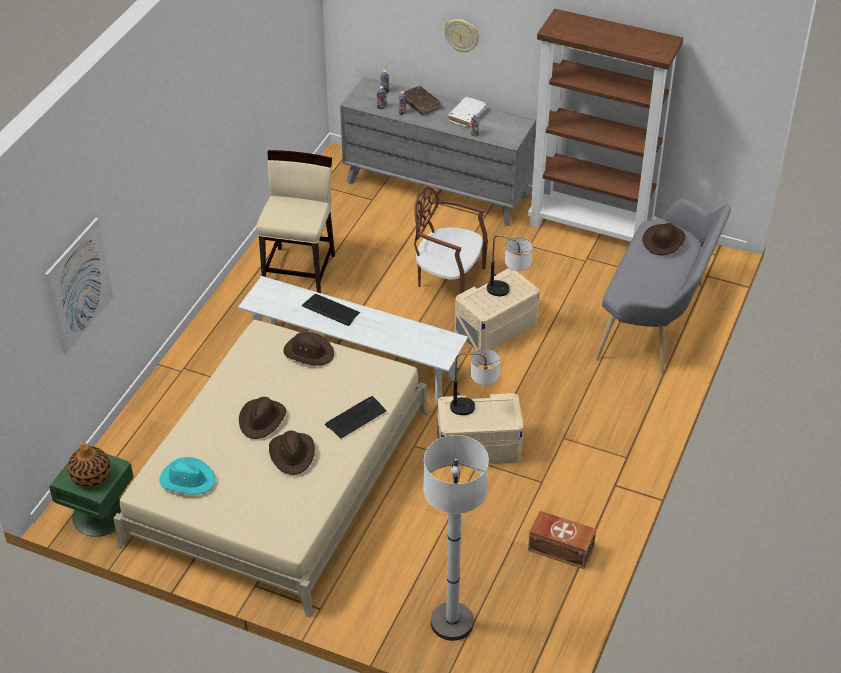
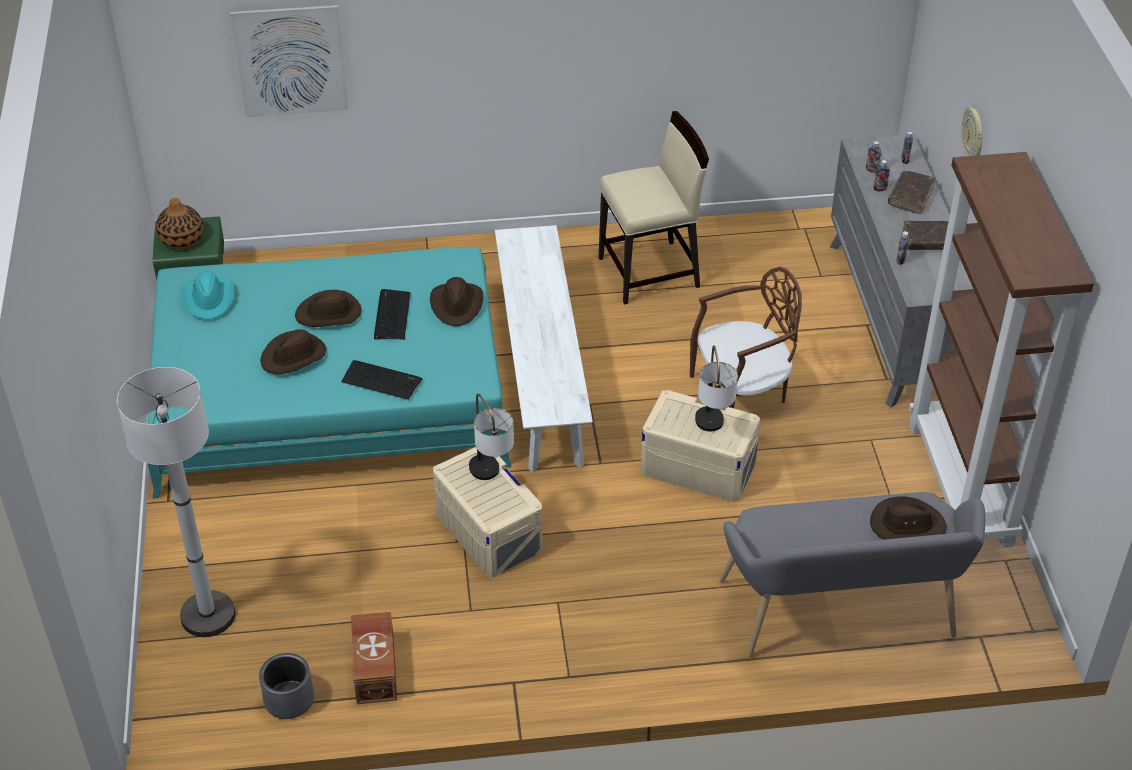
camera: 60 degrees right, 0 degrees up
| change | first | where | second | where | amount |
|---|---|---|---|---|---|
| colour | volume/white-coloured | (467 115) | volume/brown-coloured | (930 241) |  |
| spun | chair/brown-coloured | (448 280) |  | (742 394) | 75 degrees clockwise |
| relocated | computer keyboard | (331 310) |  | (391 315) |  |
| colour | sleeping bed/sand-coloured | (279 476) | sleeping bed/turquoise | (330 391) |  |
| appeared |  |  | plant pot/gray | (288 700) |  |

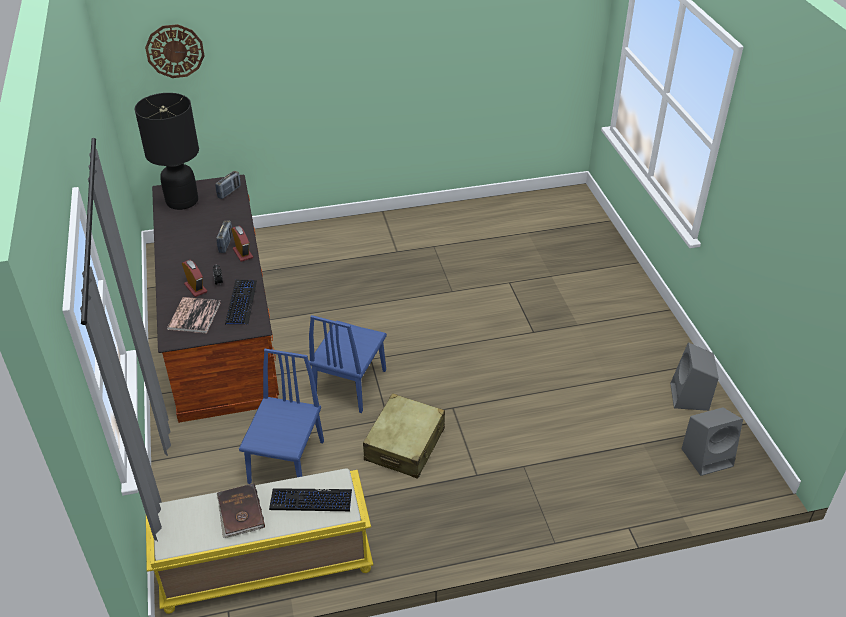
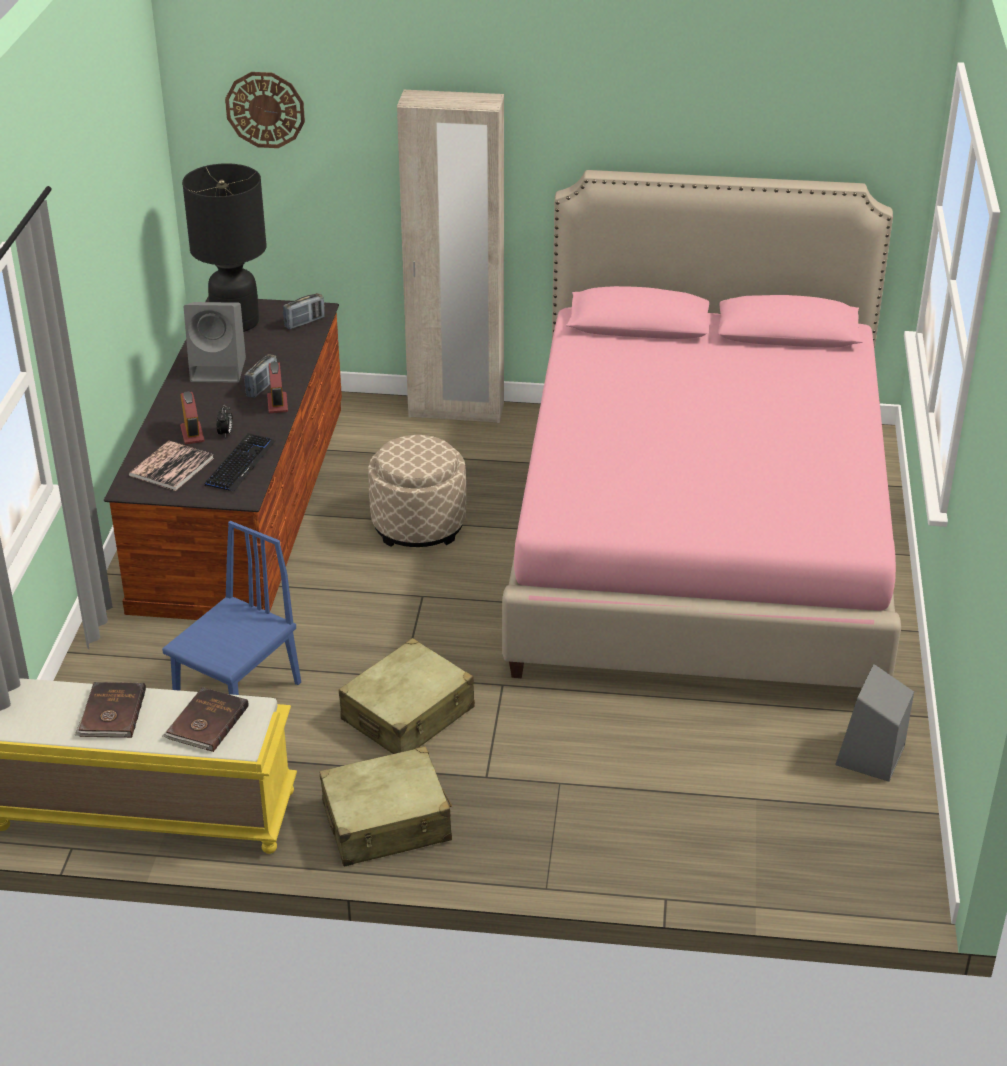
camera: 20 degrees right, 5 degrees down
| change | first | where | second | where | amount |
|---|---|---|---|---|---|
| missing | chair/blue | (350 384) |  |  |  |
| relocated | speaker/gray | (708 457) |  | (220 369) |  |
| exchanged | computer keyboard | (311 500) | volume/brown-coloured | (206 722) |  |
| appeared |  |  | wardrobe/sand-coloured | (456 411) |  |
| appeared |  |  | sleeping bed/pinkish | (699 540) |  |
| appeared |  |  | footrest/sand-coloured | (418 525) |  |
| appeared |  |  | piece of luggage/sand-coloured | (387 822) |  |

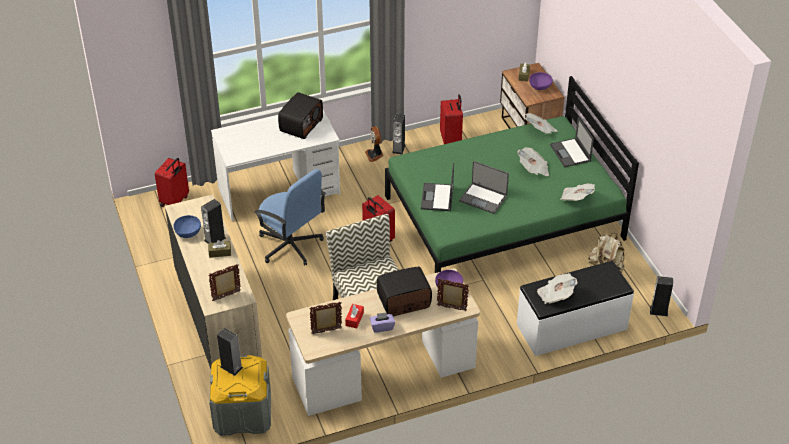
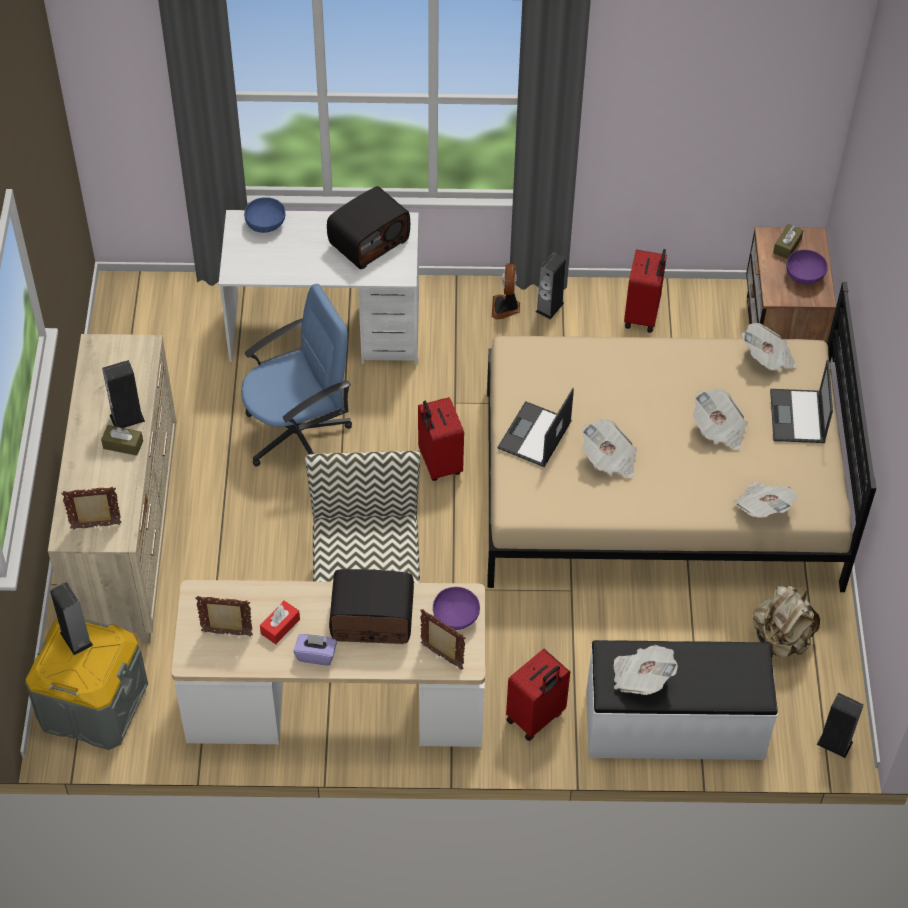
camera: 20 degrees right, 10 degrees up
| change | first | where | second | where | amount |
|---|---|---|---|---|---|
| colour | sleeping bed/greenish | (503 217) | sleeping bed/sand-coloured | (659 487) |  |
| relocated | piece of luggage/red | (175 201) |  | (536 718) |  |
| exchanged | laptop | (483 198) | newspaper | (609 459) |  |
| spun | computer chair/blue | (290 246) |  | (298 434) | 90 degrees counterclockwise |
| relocated | bowl/blue | (188 232) |  | (265 223) |  |

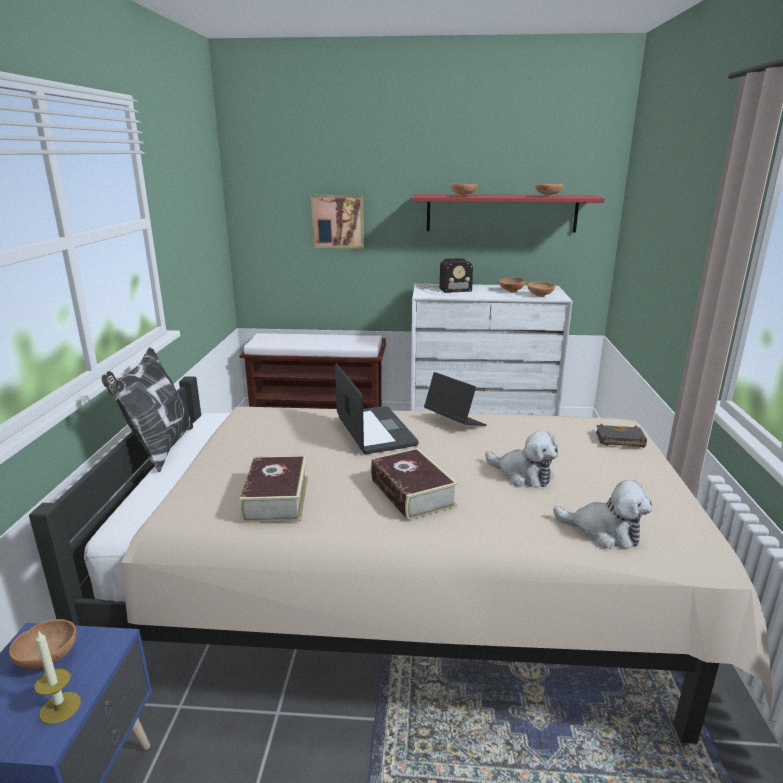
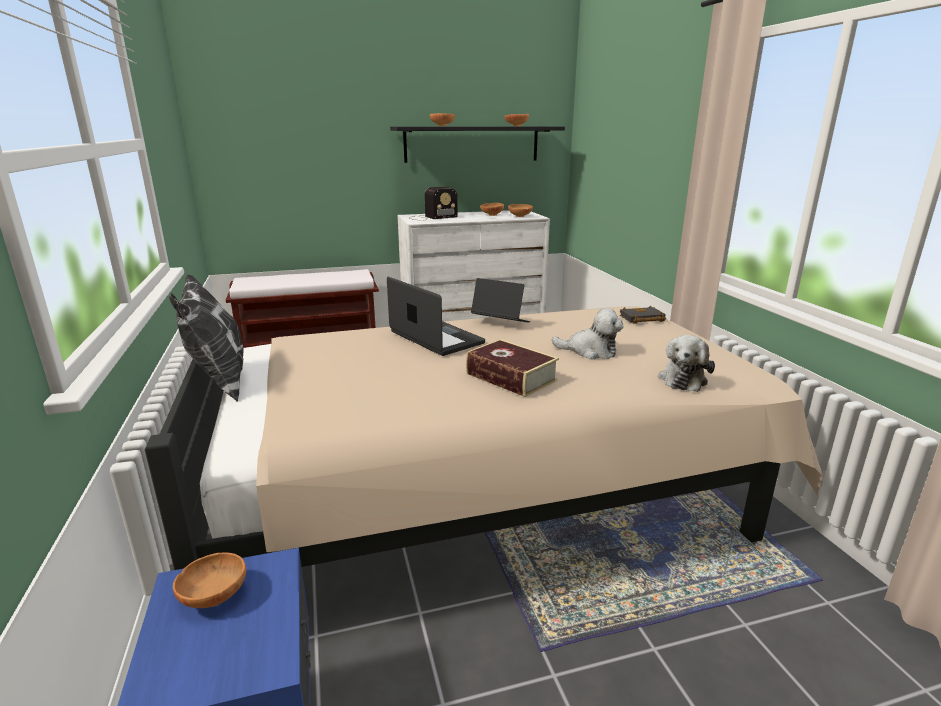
camera: 20 degrees left, 0 degrees up
| change | first | where | second | where | amount |
|---|---|---|---|---|---|
| colour | wall shelf/red | (501 213) | wall shelf/blackish | (472 144) |  |
| missing | wall art | (338 221) |  |  |  |
| missing | volume | (276 498) |  |  |  |
| spun | plush toy | (604 531) |  | (683 379) | 105 degrees clockwise |
| missing | wax candle | (60 708) |  |  |  |

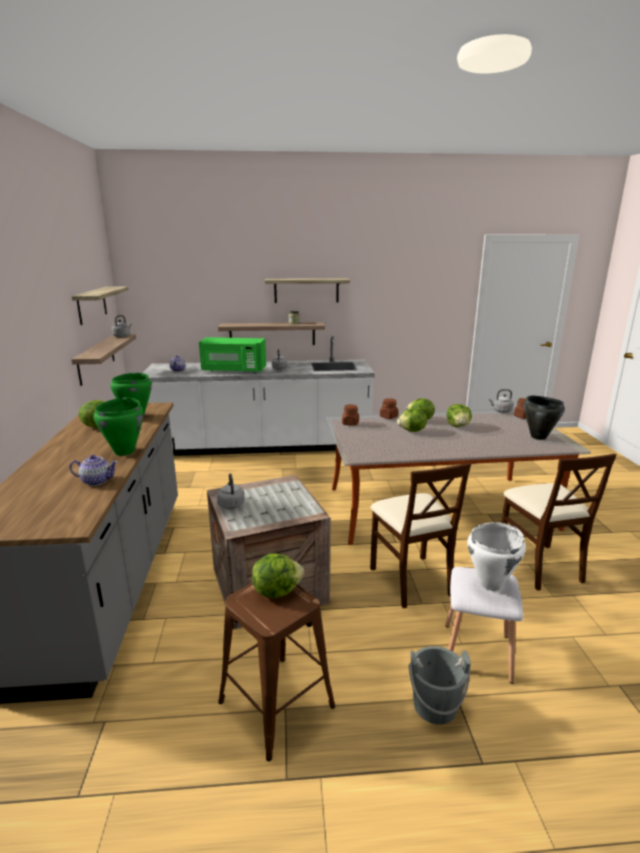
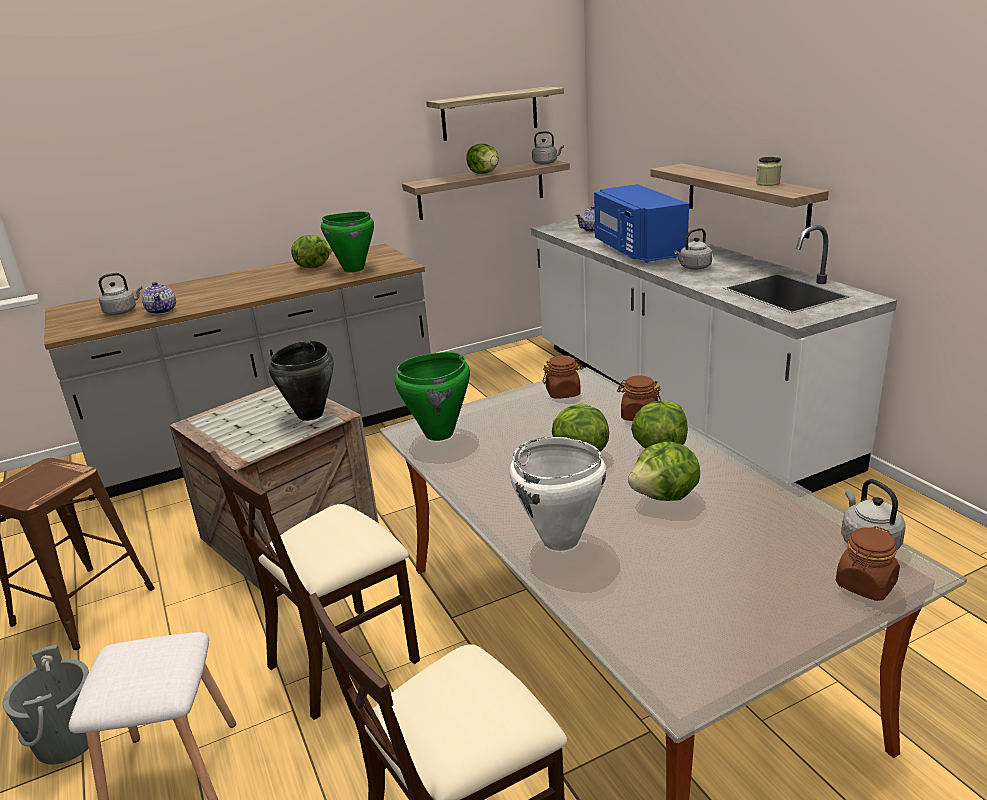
camera: 70 degrees right, 5 degrees up
| change | first | where | second | where | amount |
|---|---|---|---|---|---|
| missing | wall shelf | (306 290) |  |  |  |
| colour | microwave/greenish | (233 370) | microwave/blue | (637 250) |  |
| relocated | stockpot/blackish | (538 437) |  | (311 414) |  |
| relocated | stockpot/greenish | (125 451) |  | (440 434) |  |
| relocated | water kettle/gray | (231 504) |  | (122 311) |  |
| relocated | stockpot/white-coloured | (491 584) |  | (560 540) |  |
| relocated | lettuce head | (276 590) |  | (484 173) |  |

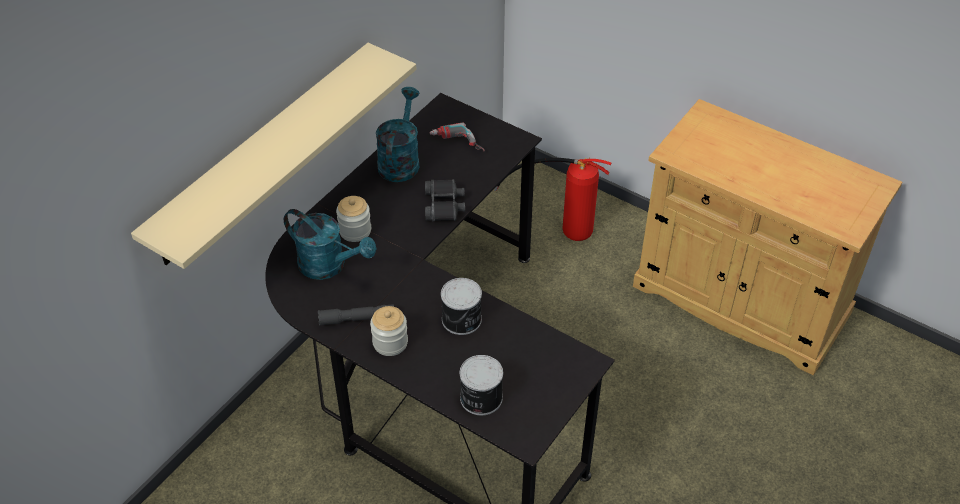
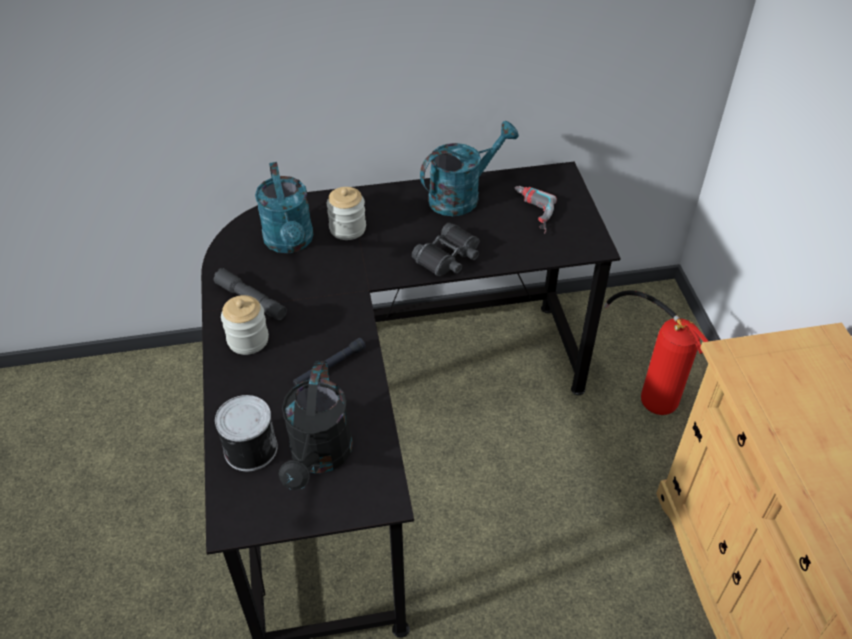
camera: 45 degrees right, 0 degrees up
| change | first | where | second | where | amount |
|---|---|---|---|---|---|
| missing | wall shelf/sand-coloured | (263 153) |  |  |  |
| exchanged | metal can | (462 320) | hand torch/blackish | (329 367) |  |
| appeared |  |  | sprinkling can/blackish | (319 457) |  |

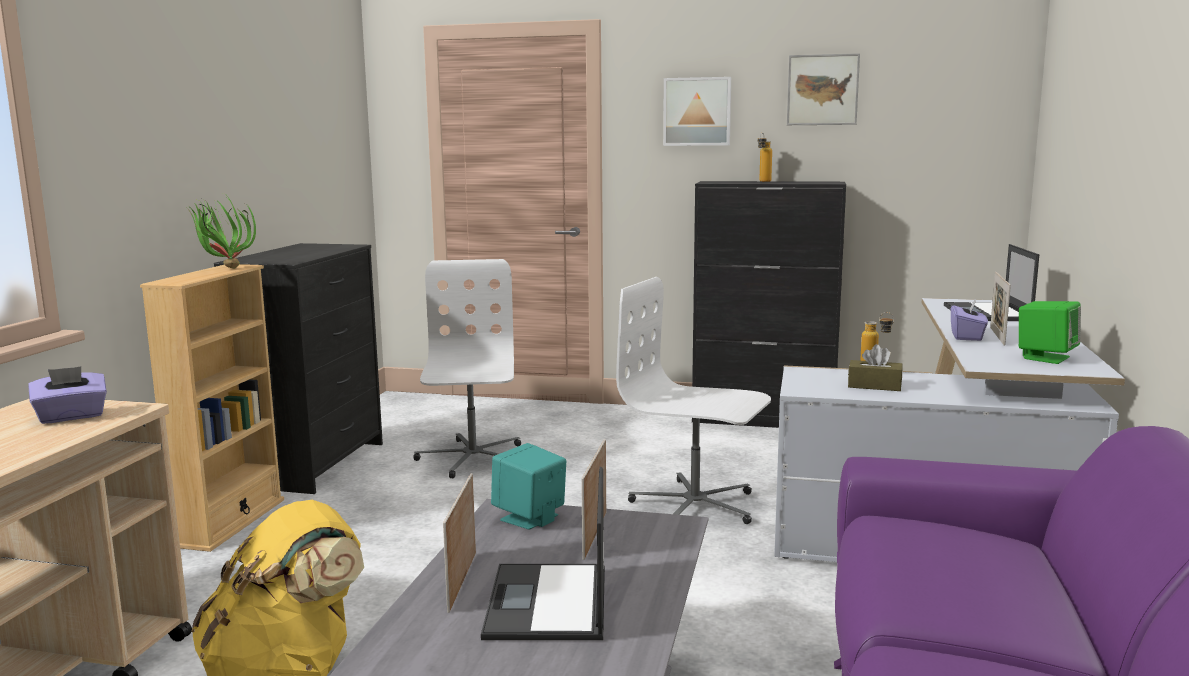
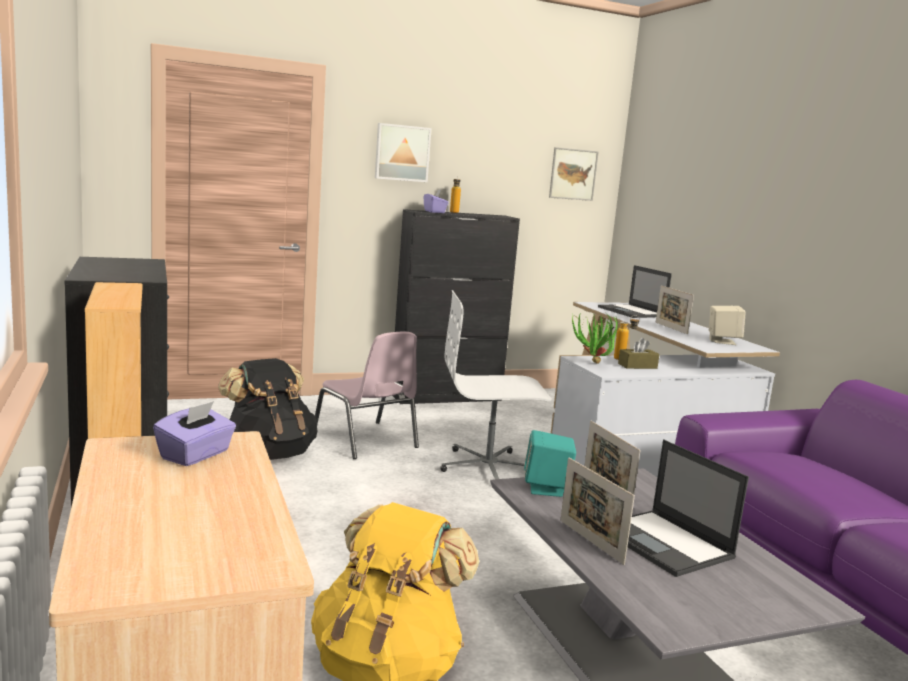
camera: 35 degrees left, 0 degrees up
| change | first | where | second | where | amount |
|---|---|---|---|---|---|
| relocated | wall art | (822 90) |  | (573 174) |  |
| relocated | plant in a pot | (223 269) |  | (593 364) |  |
| exchanged | computer chair/white-coloured | (472 458) | knapsack/blackish | (268 454) |  |
| relocated | tissue box/purple-coloured | (967 336) |  | (435 212) |  |
| colour | speaker/greenish | (1045 357) | speaker/sand-coloured | (722 341) |  |
| appeared |  |  | chair/pinkish | (366 441) |  |

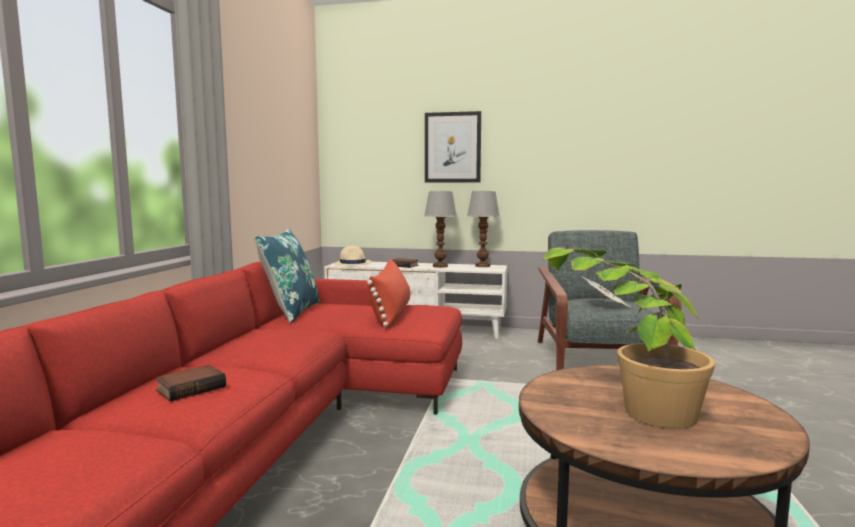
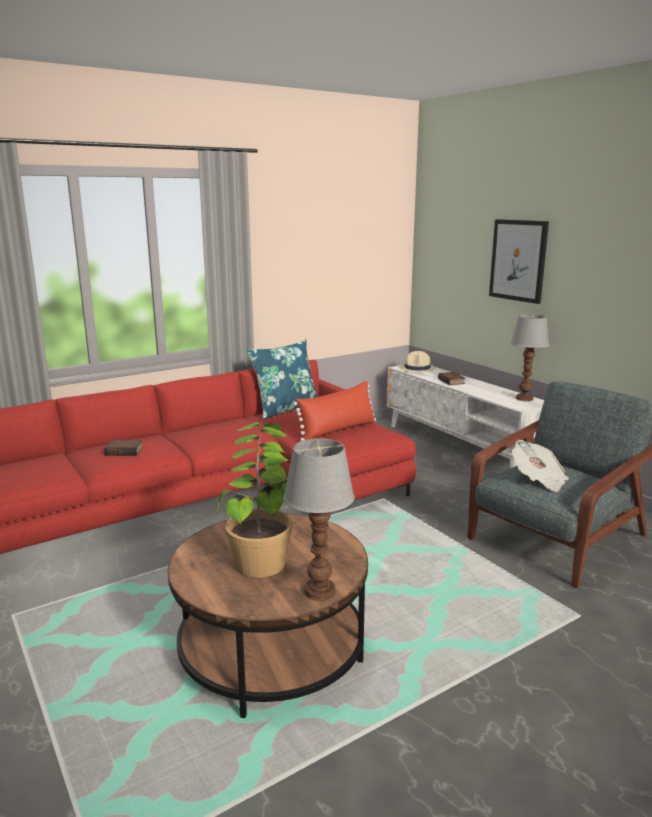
camera: 45 degrees right, 10 degrees up
| change | first | where | second | where | amount |
|---|---|---|---|---|---|
| relocated | tabletop lamp | (440 266) |  | (319 591) |  |

